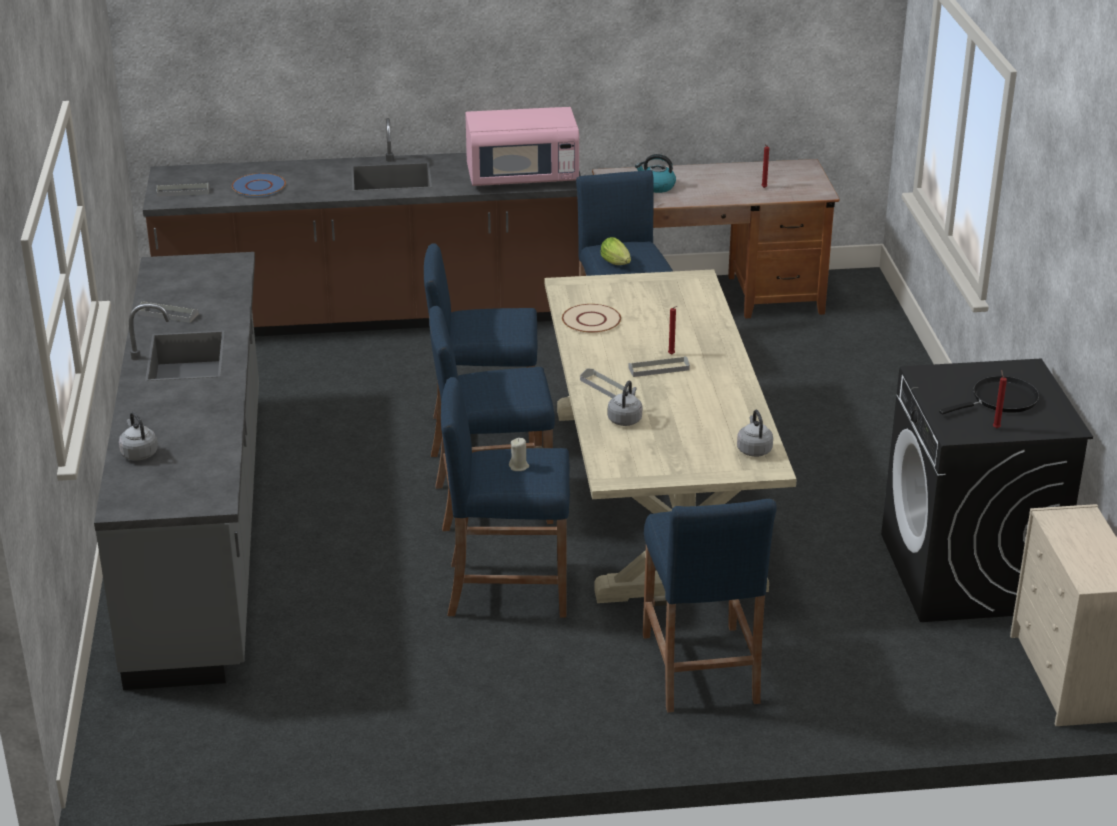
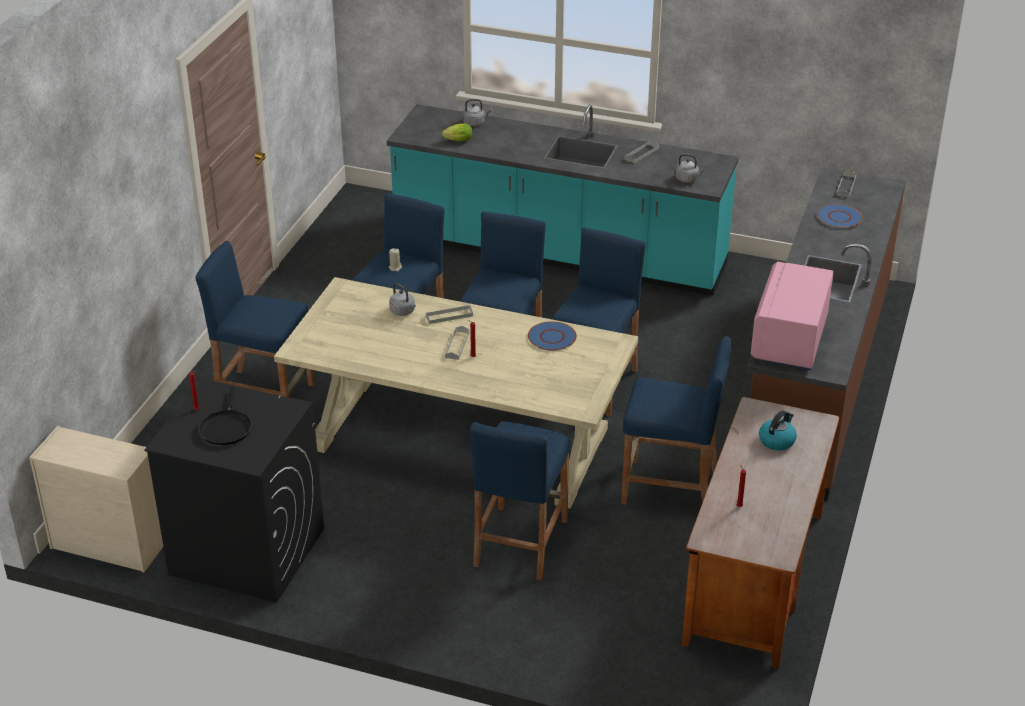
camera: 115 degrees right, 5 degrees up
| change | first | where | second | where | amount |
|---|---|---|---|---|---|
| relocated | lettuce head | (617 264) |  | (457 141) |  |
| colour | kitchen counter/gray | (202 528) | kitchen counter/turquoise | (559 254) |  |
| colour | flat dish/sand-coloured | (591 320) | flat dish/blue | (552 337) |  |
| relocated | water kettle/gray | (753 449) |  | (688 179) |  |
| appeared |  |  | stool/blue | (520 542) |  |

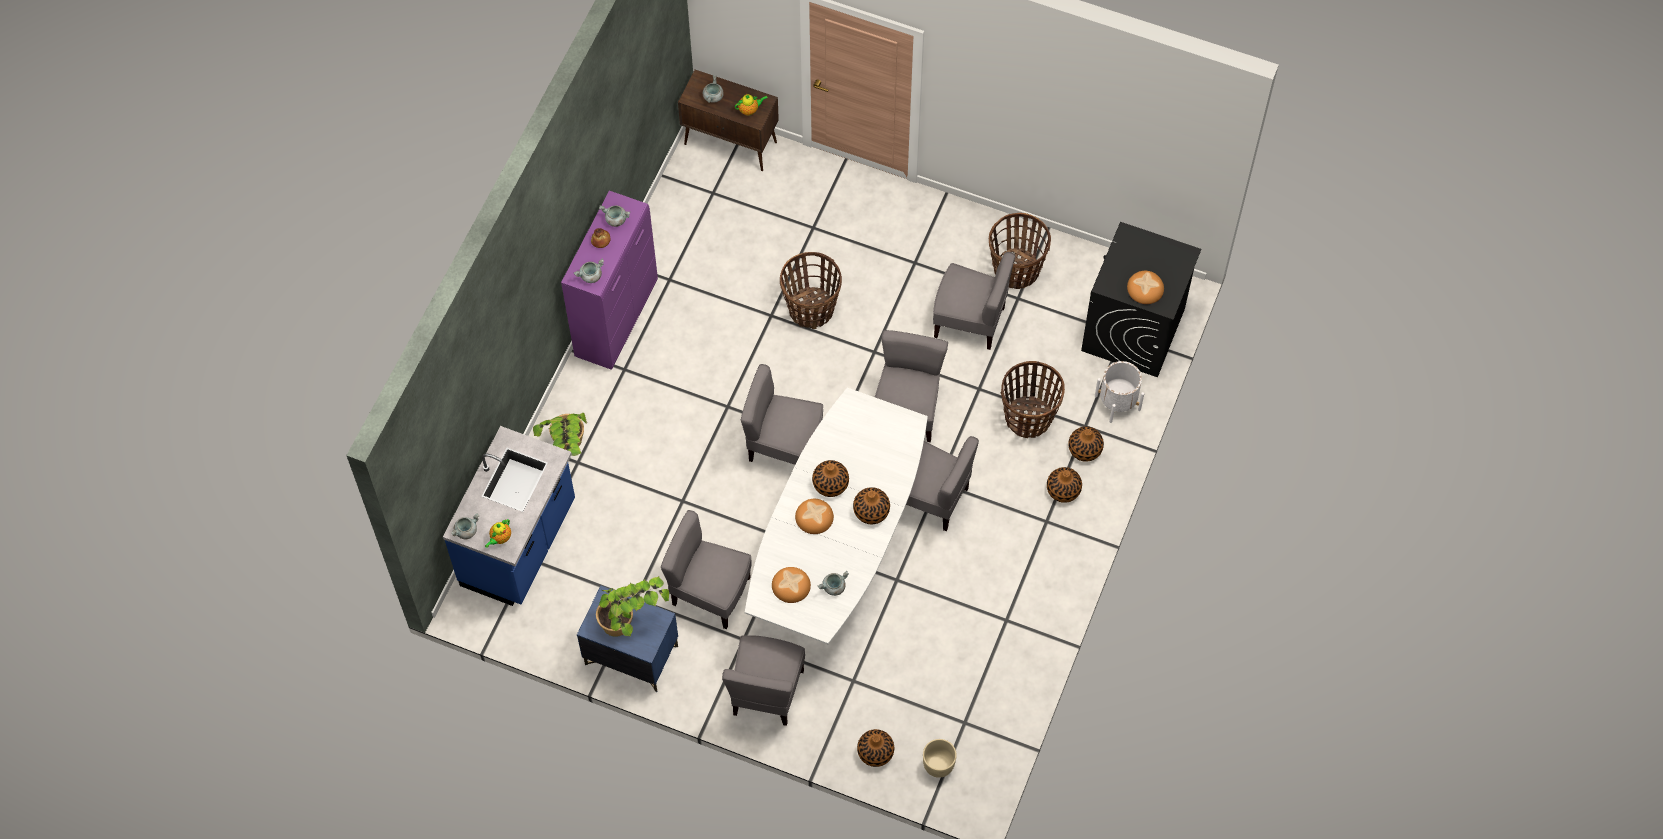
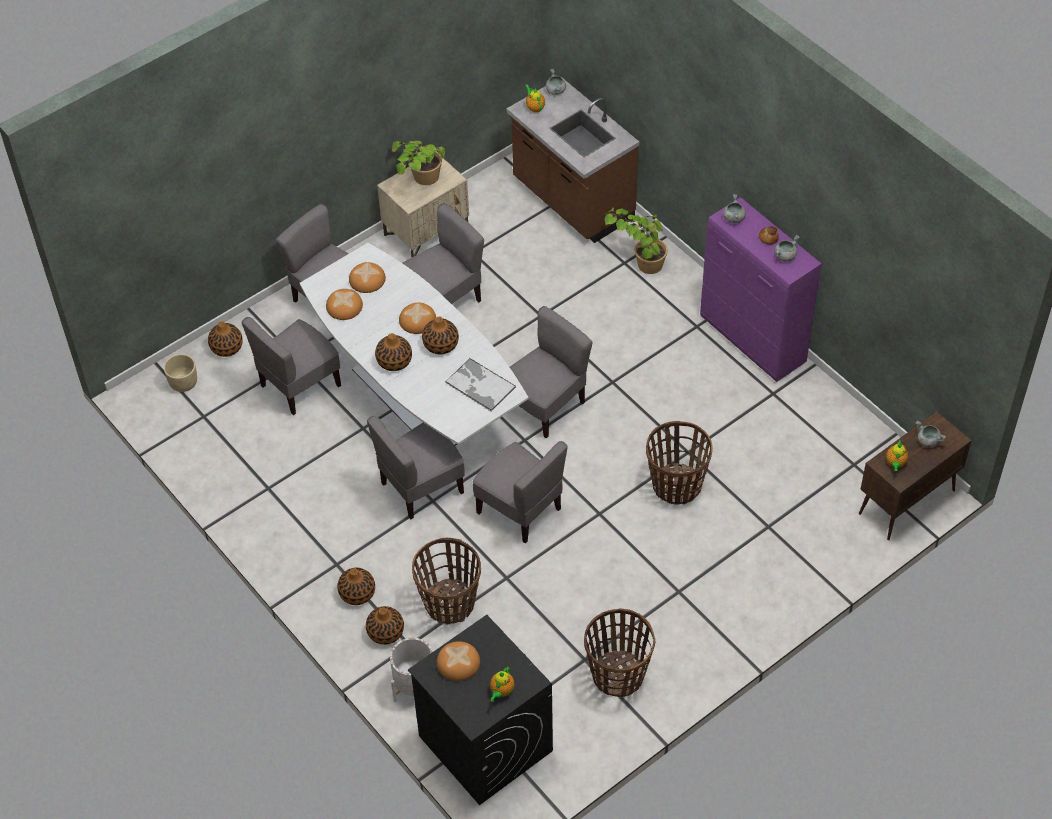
camera: 120 degrees right, 10 degrees down
| change | first | where | second | where | amount |
|---|---|---|---|---|---|
| relocated | chair/gray | (970 321) |  | (299 385) |  |
| colour | kitchen counter/blue | (520 545) | kitchen counter/brown-coloured | (572 201) |  |
| exchanged | stockpot/gray | (833 587) | bread | (344 306) |  |
| colour | night table/blue | (630 655) | night table/sand-coloured | (426 232) |  |
| appeared |  |  | serving tray | (479 385) |  |
| appeared |  |  | teapot | (501 691) |  |

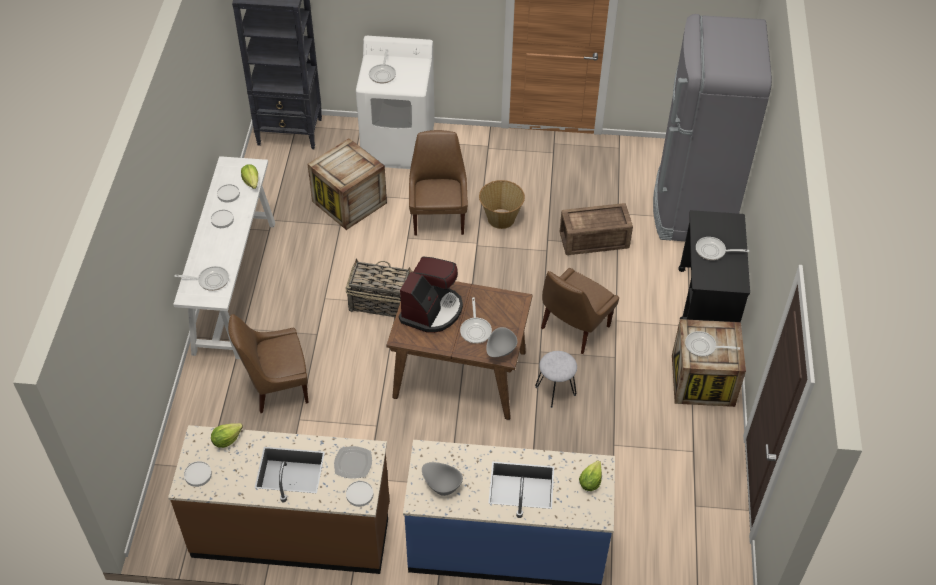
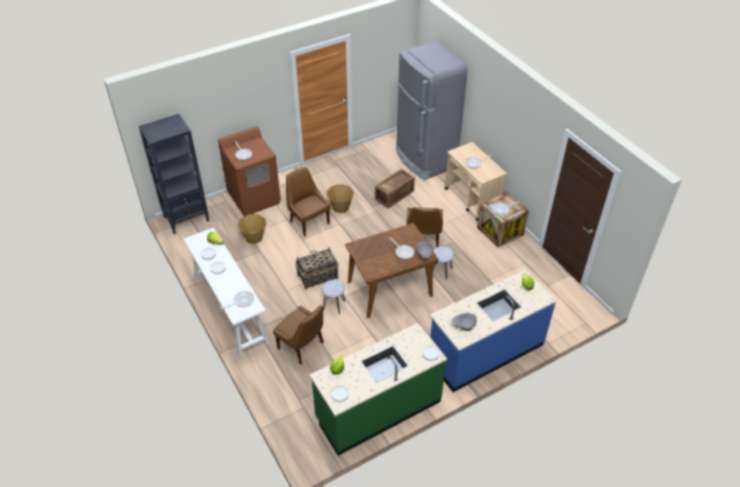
camera: 35 degrees left, 5 degrees down
| change | first | where | second | where | amount |
|---|---|---|---|---|---|
| colour | laundry appliance/white-coloured | (399 145) | laundry appliance/brown-coloured | (254 198) |  |
| exchanged | crate | (349 202) | basket | (254 237) |  |
| colour | trolley/blackish | (705 309) | trolley/sand-coloured | (472 200) |  |
| missing | coffee brewer | (432 310) |  |  |  |
| spun | chair/brown-coloured | (276 387) |  | (302 346) | 90 degrees counterclockwise |
| colour | kitchen counter/brown-coloured | (292 531) | kitchen counter/greenish | (378 409) |  |
| missing | flat dish | (353 463) |  |  |  |
| appeared |  |  | stool/gray | (333 305) |  |

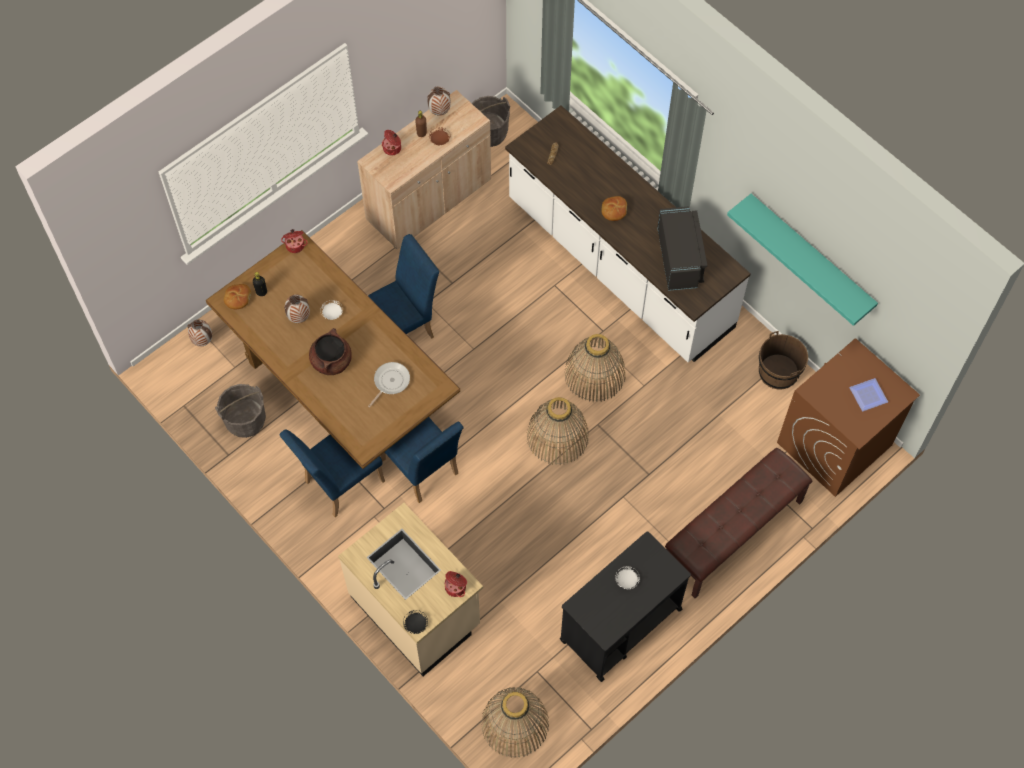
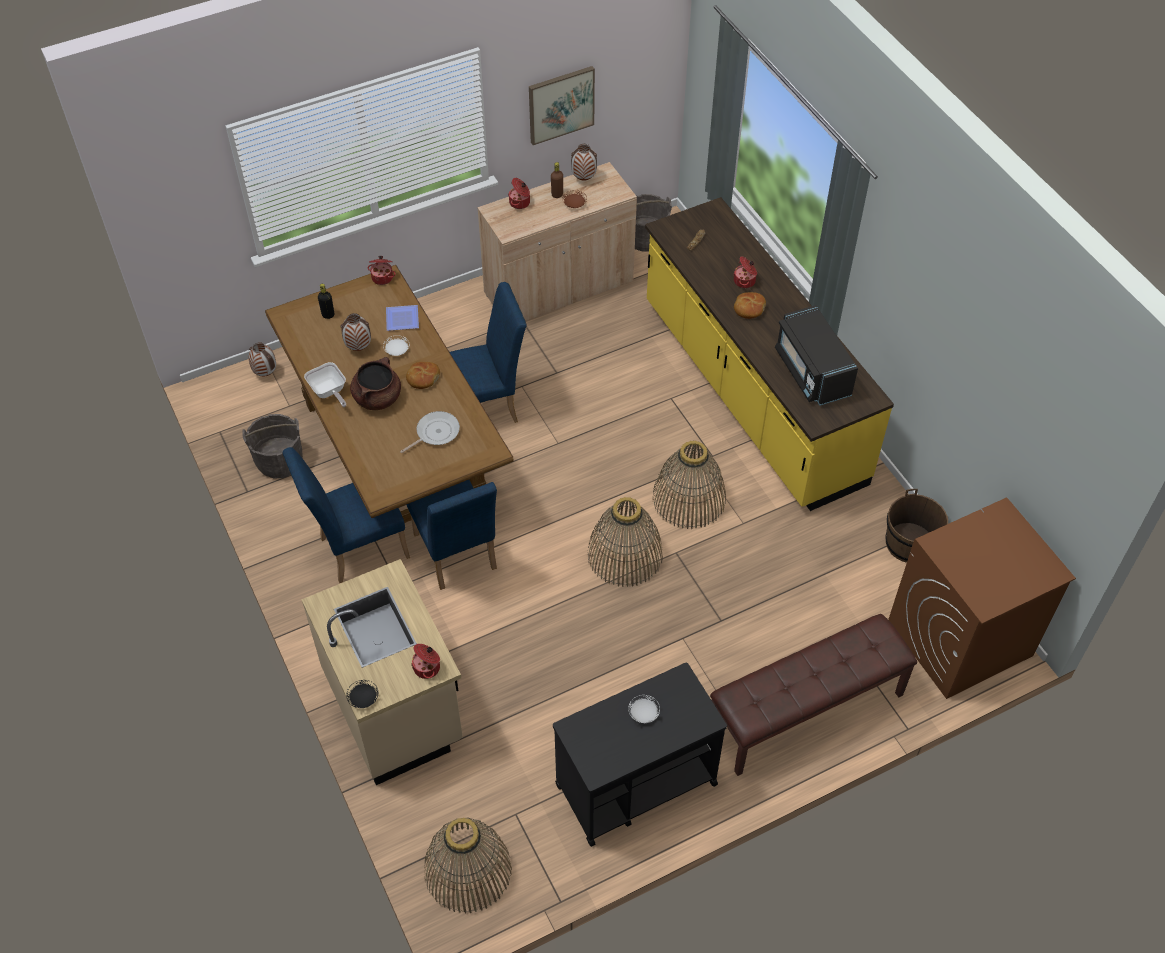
camera: 15 degrees right, 10 degrees down
| change | first | where | second | where | amount |
|---|---|---|---|---|---|
| colour | kitchen counter/white-coloured | (619 265) | kitchen counter/yellowish | (751 393) |  |
| missing | wall shelf/turquoise | (810 255) |  |  |  |
| spun | microwave/blackish | (679 258) |  | (811 371) | 150 degrees clockwise |
| relocated | bread | (237 298) |  | (423 378) |  |
| relocated | flat dish | (866 395) |  | (401 318) |  |
| appeared |  |  | wall art | (561 104) |  |
| appeared |  |  | stockpot | (745 281) |  |
| appeared |  |  | pan | (329 392) |  |

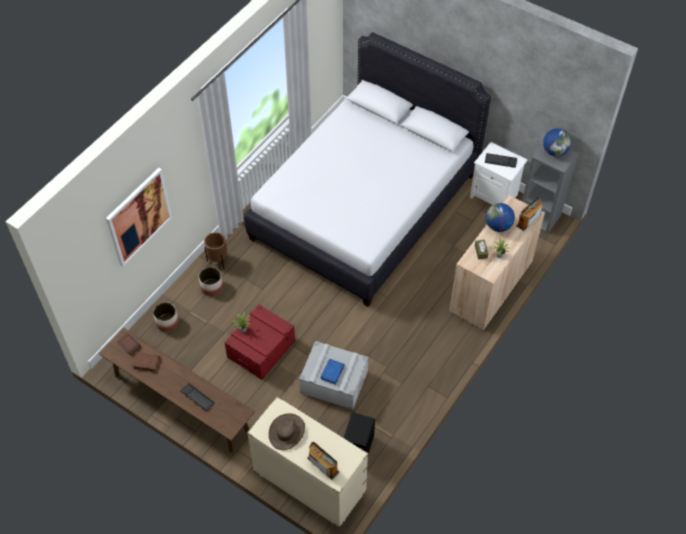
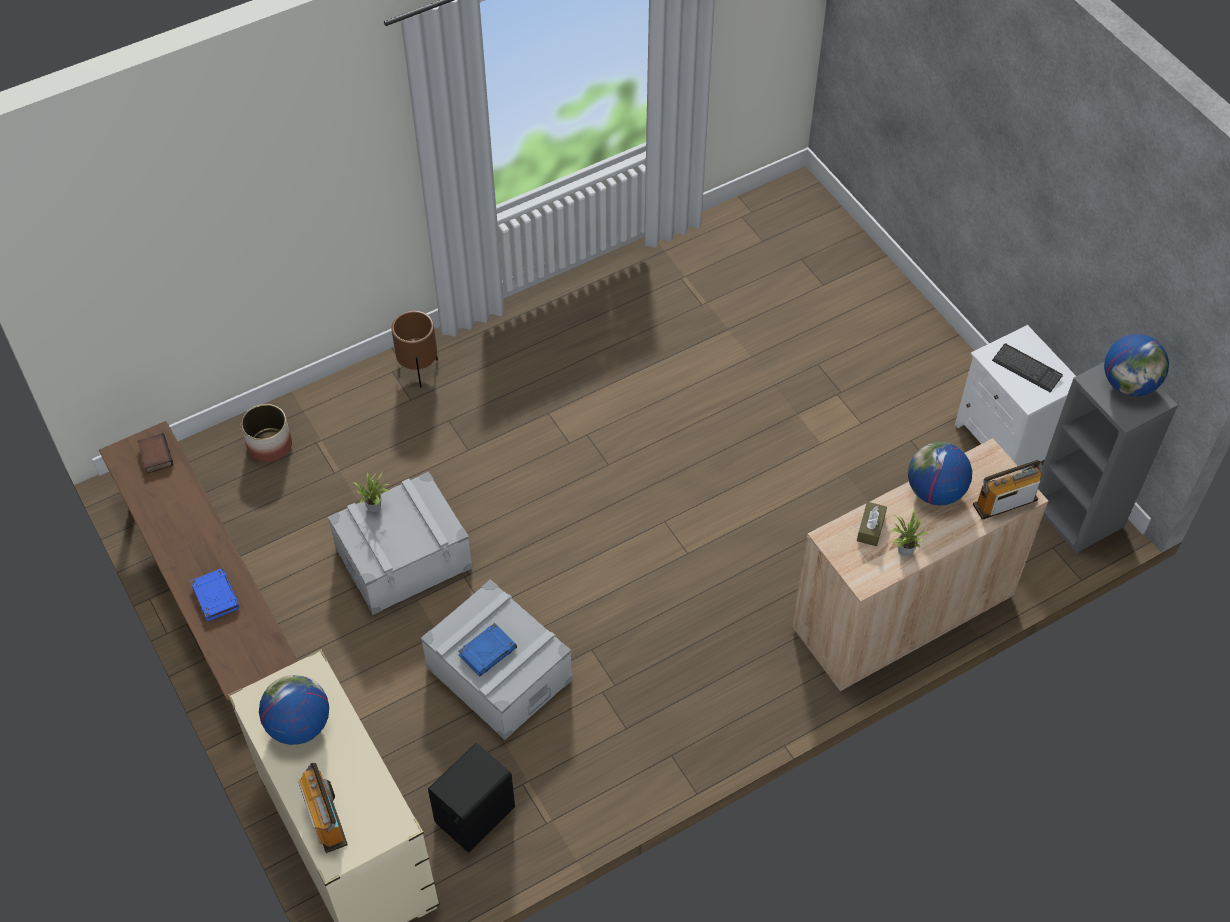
camera: 25 degrees right, 0 degrees up
| change | first | where | second | where | amount |
|---|---|---|---|---|---|
| missing | sleeping bed/white-coloured | (364 206) |  |  |  |
| missing | wall art | (139 217) |  |  |  |
| missing | plant pot | (212 287) |  |  |  |
| colour | storage box/red | (261 349) | storage box/gray | (403 558) |  |
| missing | volume/brown-coloured | (146 363) |  |  |  |
| exchanged | computer keyboard | (197 397) | volume/blue | (215 596) |  |
| exchanged | clothing hat/brown-coloured | (287 432) | world globe | (299 725) |  |

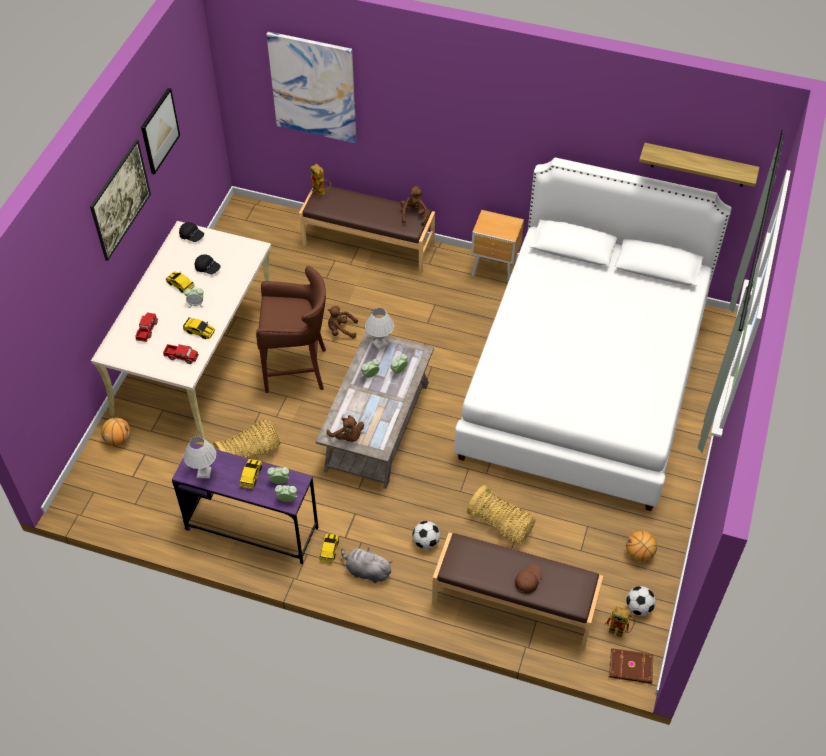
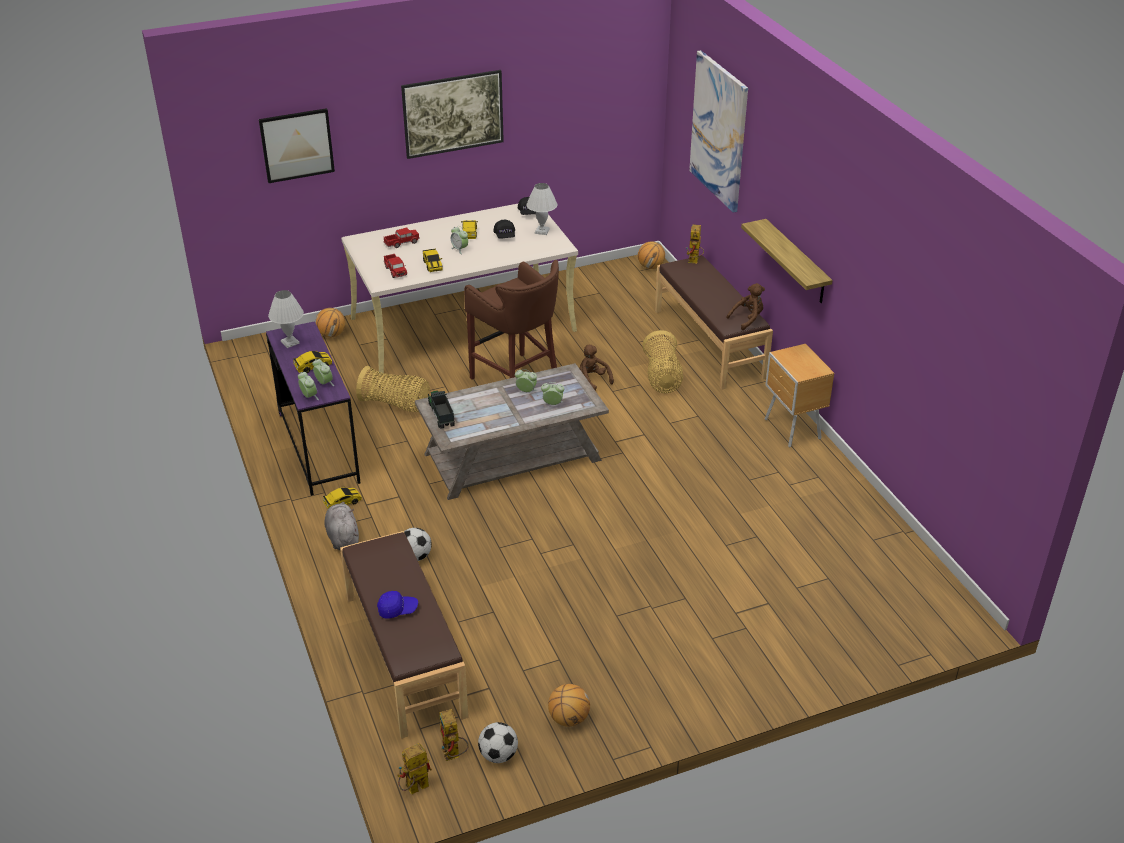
camera: 50 degrees right, 15 degrees down
| change | first | where | second | where | amount |
|---|---|---|---|---|---|
| relocated | wall art | (159 130) |  | (297 145) |  |
| relocated | wall shelf | (698 165) |  | (796 262) |  |
| missing | sleeping bed/white-coloured | (584 380) |  |  |  |
| relocated | tabletop lamp/white-coloured | (379 344) |  | (541 231) |  |
| exchanged | plush toy/brown-coloured | (348 436) | model truck | (441 414) |  |
| relocated | basket | (501 524) |  | (662 377) |  |
| colour | peaked cap/brown-coloured | (528 581) | peaked cap/blue | (397 610) |  |
| exchanged | volume/brown-coloured | (631 668) | robot figure | (413 789) |  |
| appeared |  |  | ball for basketball | (651 267) |  |

